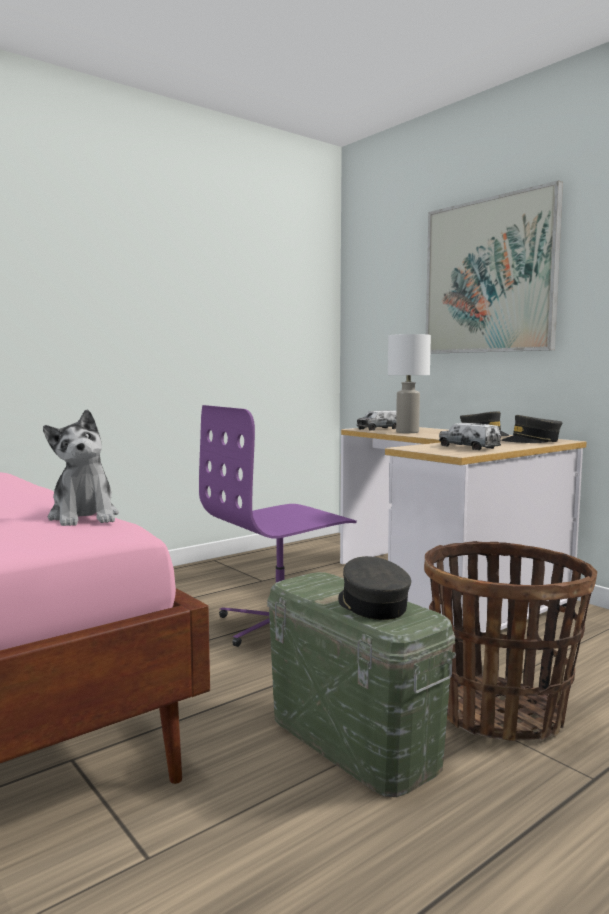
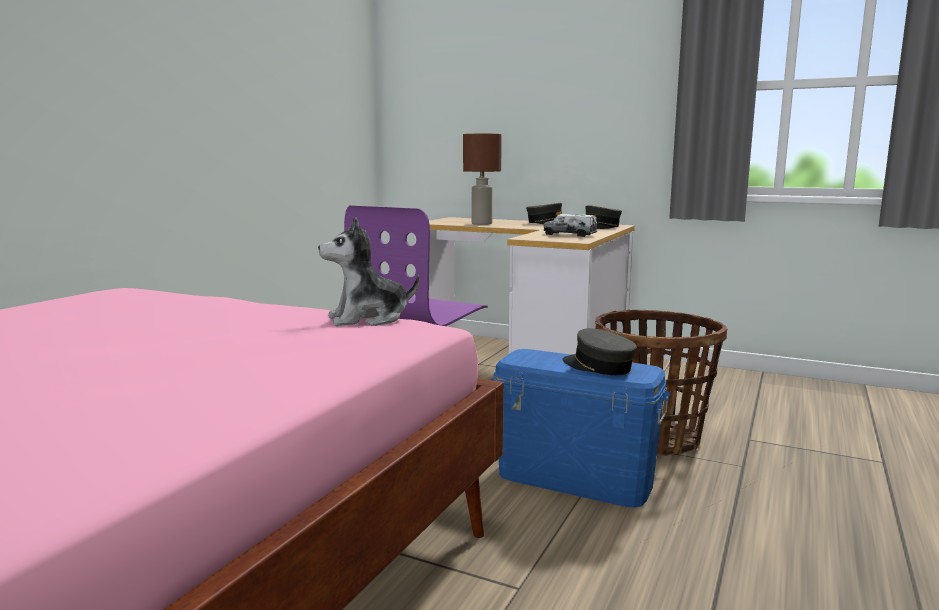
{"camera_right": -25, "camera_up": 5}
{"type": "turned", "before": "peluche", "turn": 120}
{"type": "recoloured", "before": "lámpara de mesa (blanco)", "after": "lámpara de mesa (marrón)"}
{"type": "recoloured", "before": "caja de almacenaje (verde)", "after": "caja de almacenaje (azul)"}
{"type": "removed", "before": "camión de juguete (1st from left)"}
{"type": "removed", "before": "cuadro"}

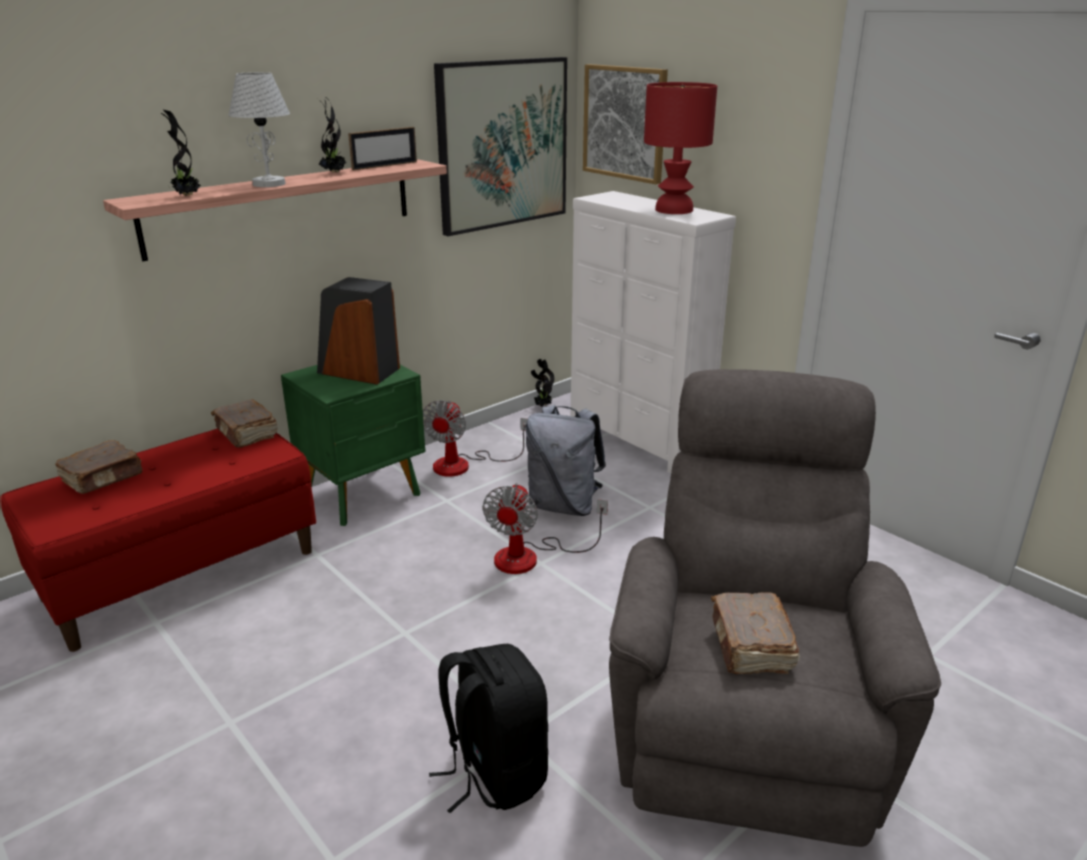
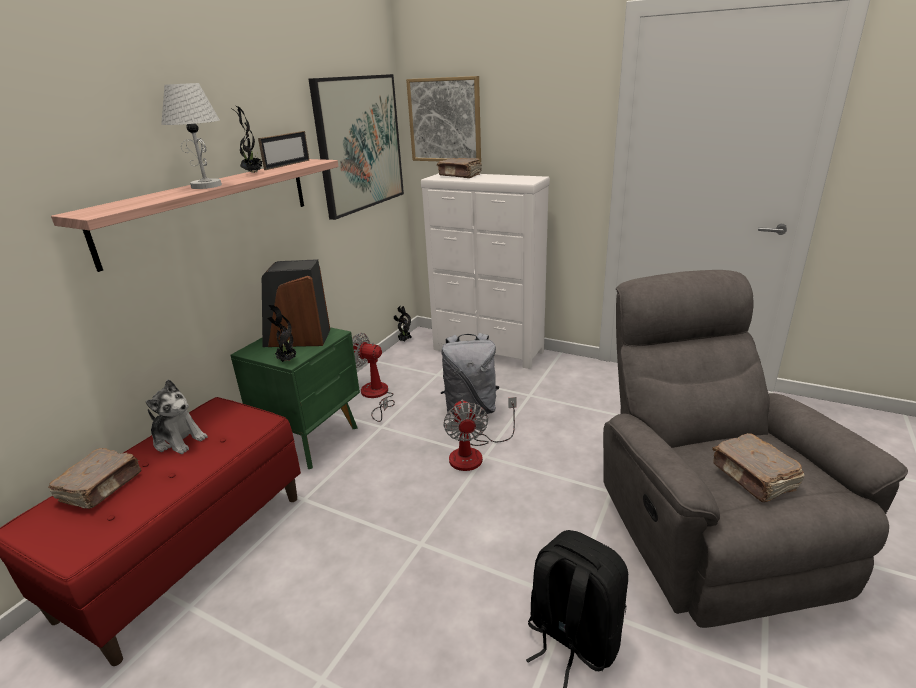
{"camera_right": -20, "camera_up": 0}
{"type": "added", "after": "peluche"}
{"type": "moved", "before": "planta en maceta (1st from left in the first image)", "after": "planta en maceta (2nd from left)"}
{"type": "turned", "before": "ventilador (1st from left)", "turn": 120}
{"type": "moved", "before": "libro (marrón) (2nd from left)"}
{"type": "removed", "before": "lámpara de mesa (rojo)"}

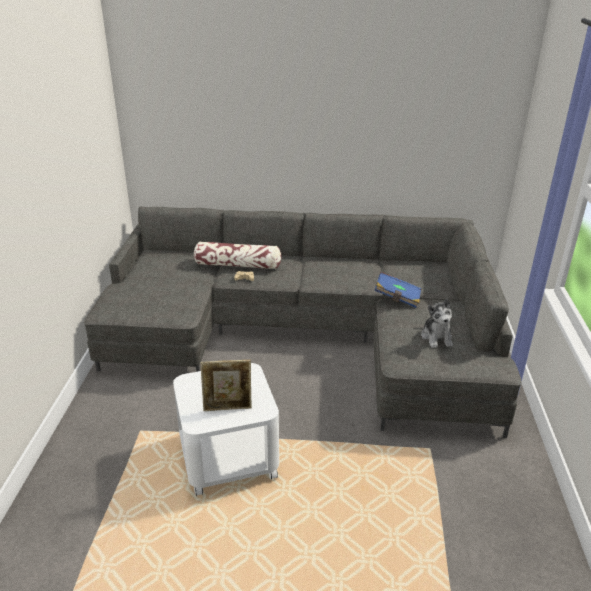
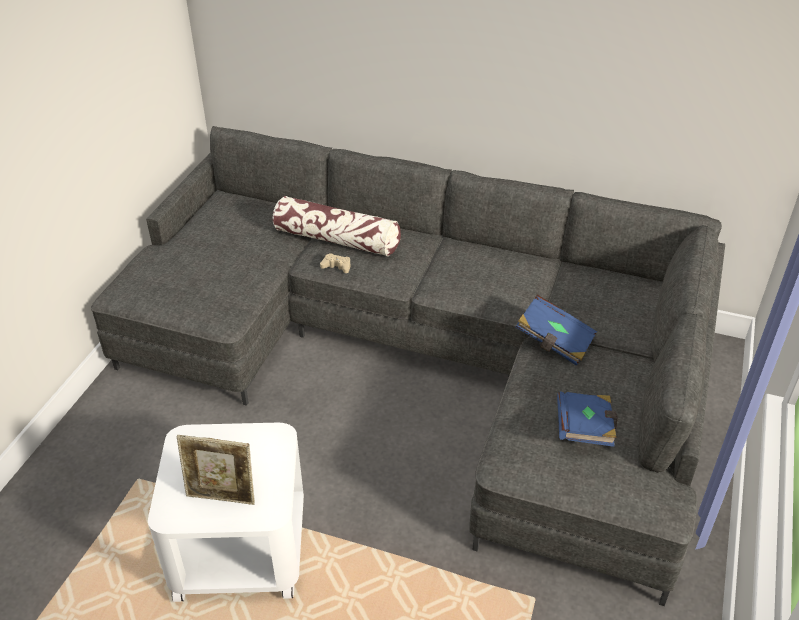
{"camera_right": 15, "camera_up": 10}
{"type": "replaced", "before": "peluche", "after": "libro (azul) (2nd from left)"}

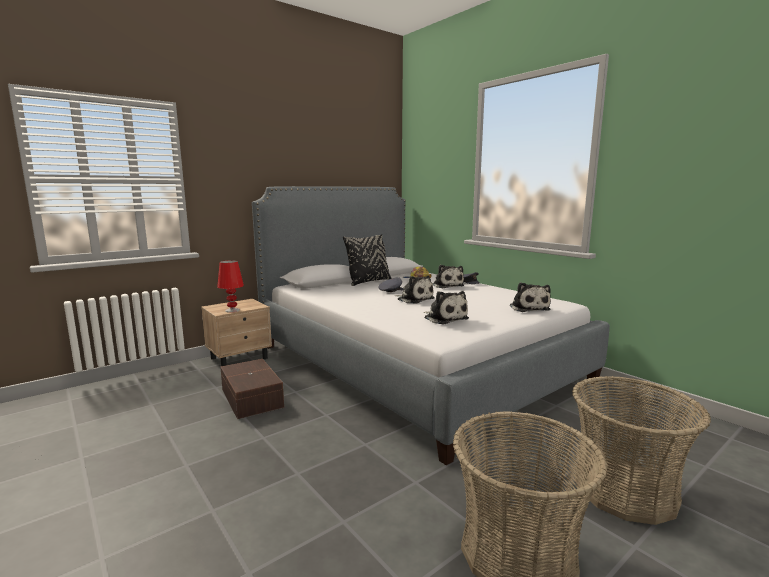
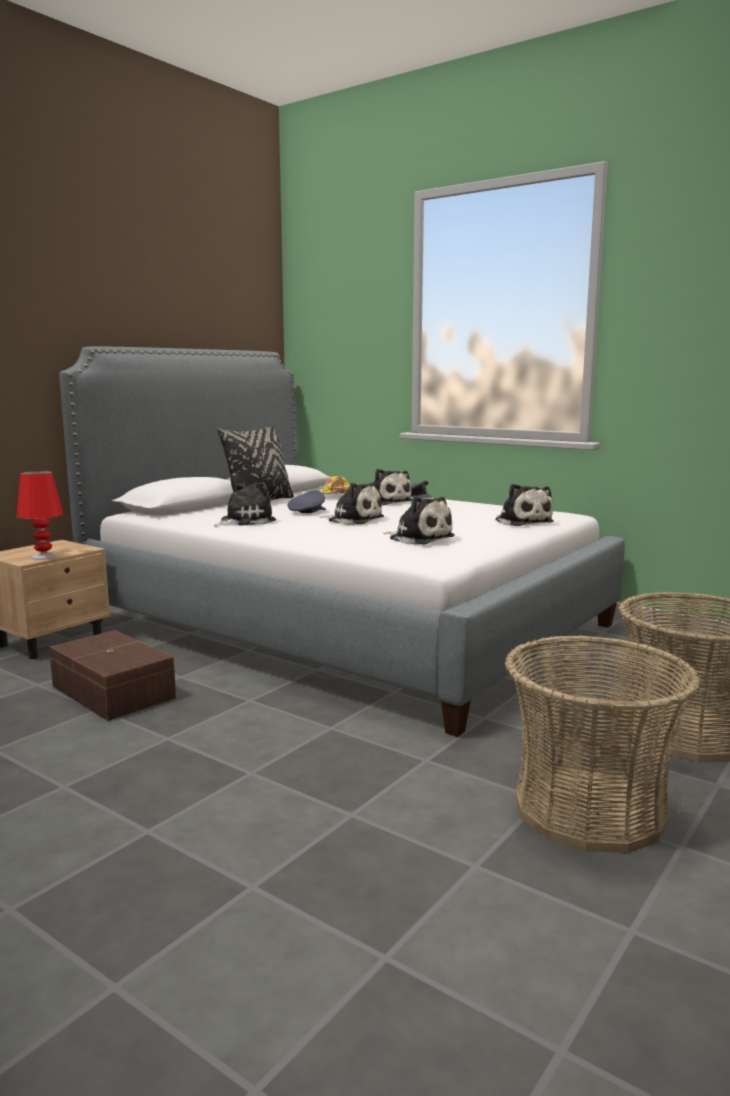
{"camera_right": -15, "camera_up": 0}
{"type": "added", "after": "peluche (1st from left)"}

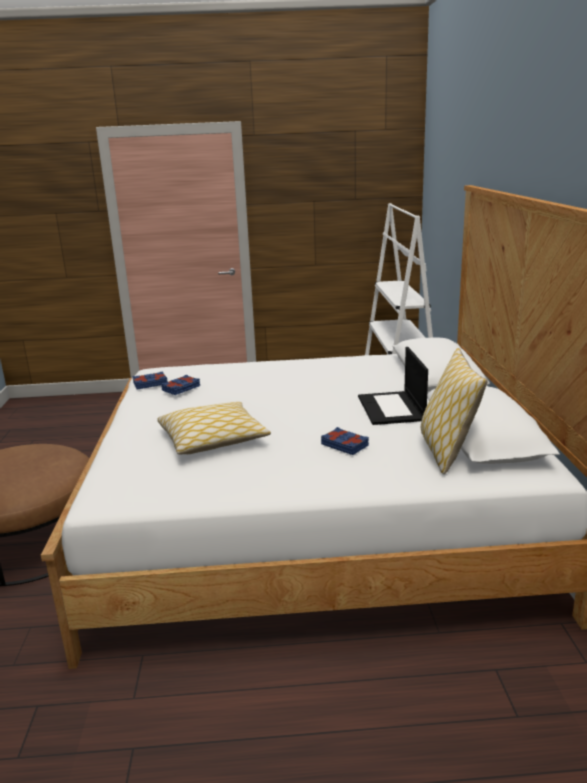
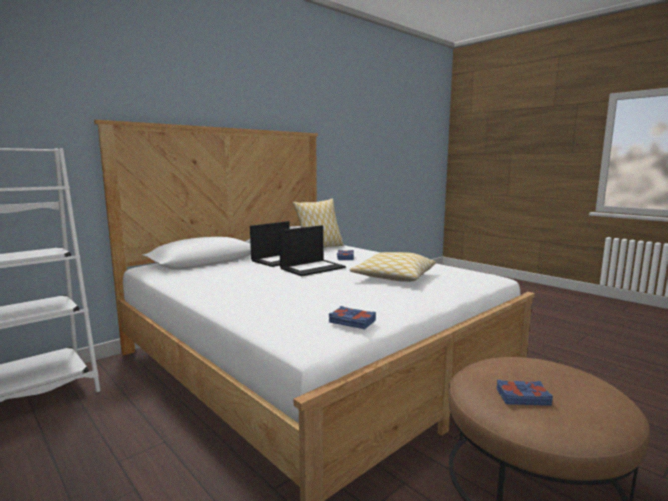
{"camera_right": -130, "camera_up": -10}
{"type": "added", "after": "portátil (2nd from left)"}
{"type": "moved", "before": "libro (azul) (2nd from left in the first image)", "after": "libro (azul) (3rd from left)"}

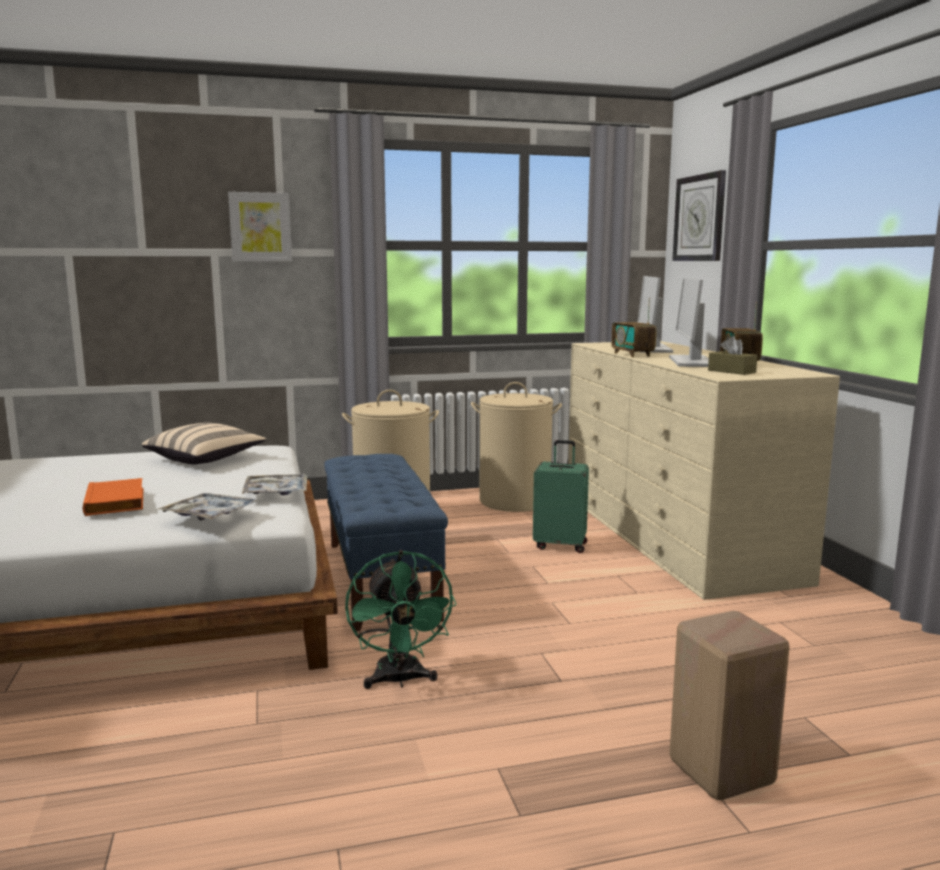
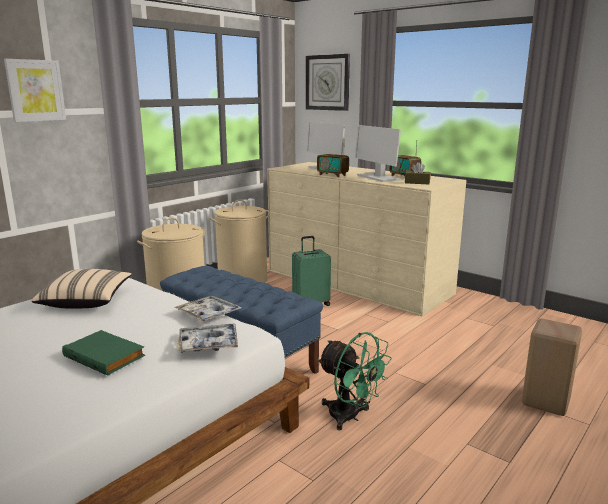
{"camera_right": -35, "camera_up": 5}
{"type": "recoloured", "before": "libro (naranja)", "after": "libro (verde)"}

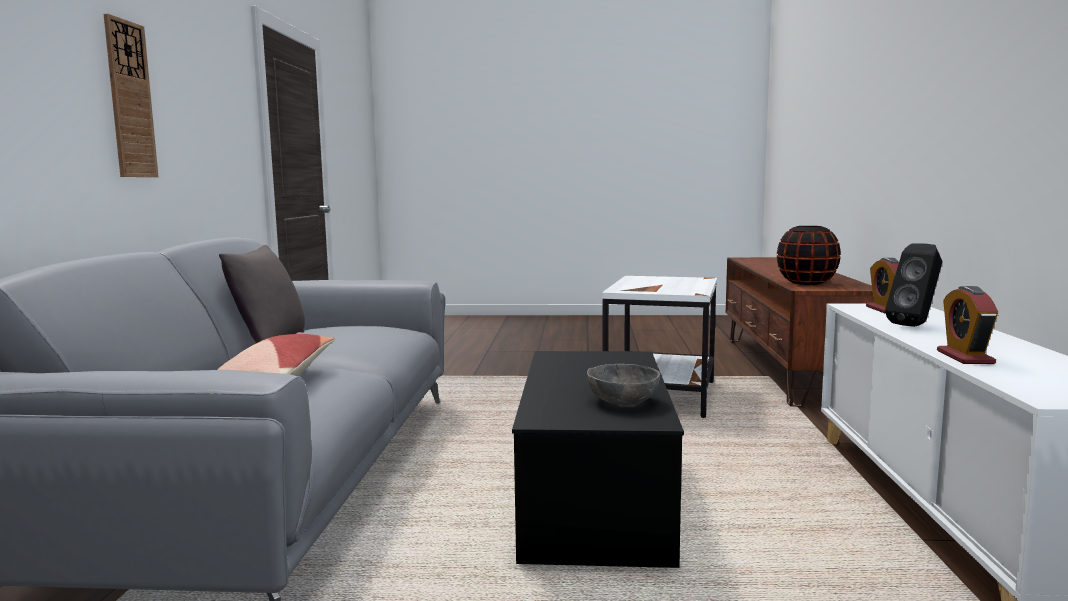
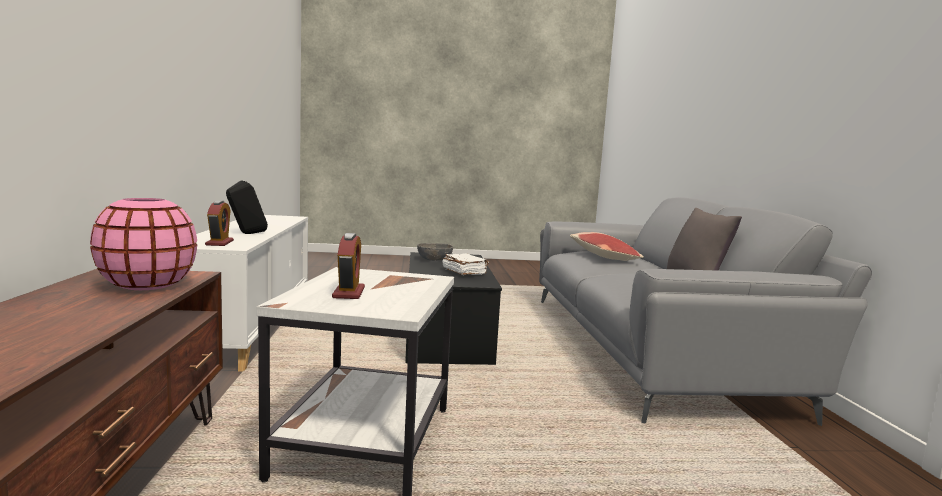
{"camera_right": 170, "camera_up": 0}
{"type": "recoloured", "before": "florero (negro)", "after": "florero (rosa)"}
{"type": "moved", "before": "despertador (2nd from left)"}
{"type": "added", "after": "libro (blanco)"}
{"type": "removed", "before": "reloj de pared"}

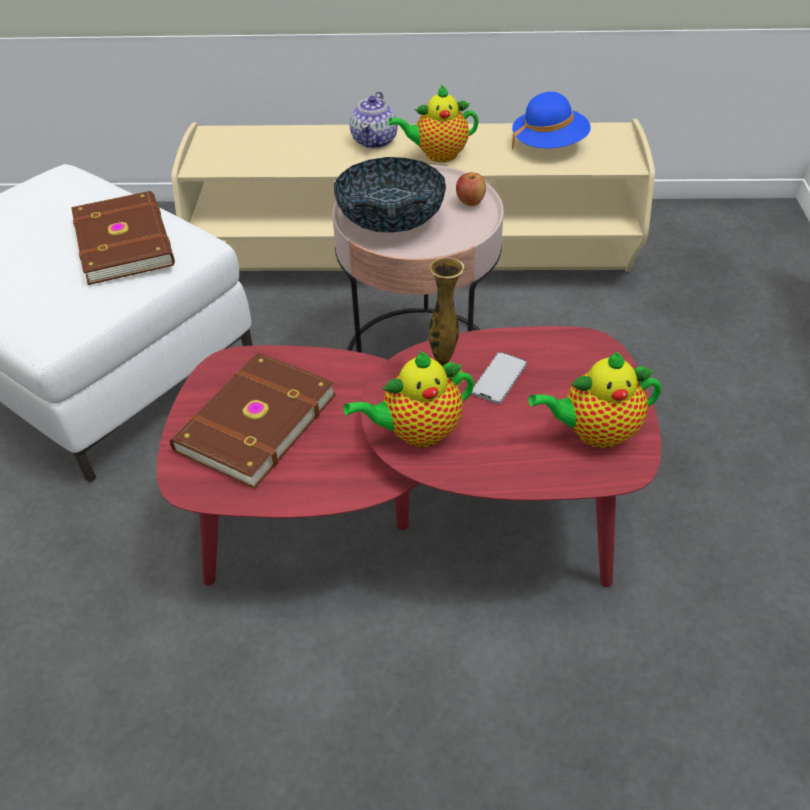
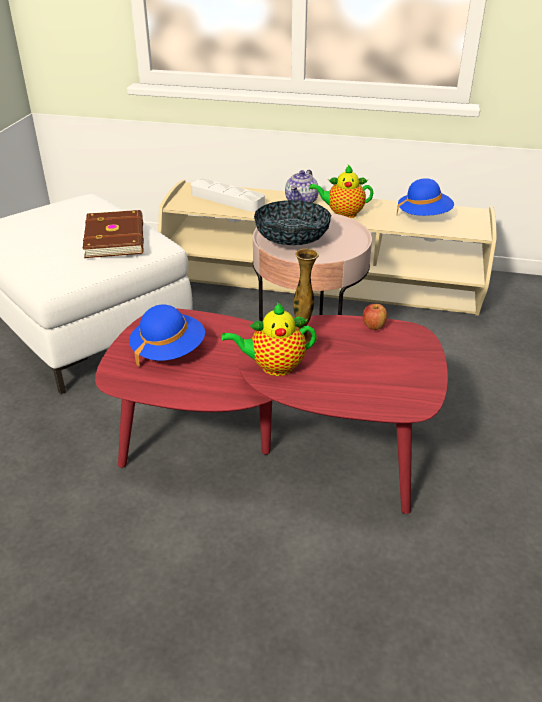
{"camera_right": 10, "camera_up": -10}
{"type": "replaced", "before": "libro (marrón) (2nd from left)", "after": "sombrero (azul) (1st from left)"}
{"type": "added", "after": "bandeja (blanco)"}
{"type": "moved", "before": "manzana"}
{"type": "removed", "before": "móvil"}
{"type": "removed", "before": "tetera (4th from left)"}

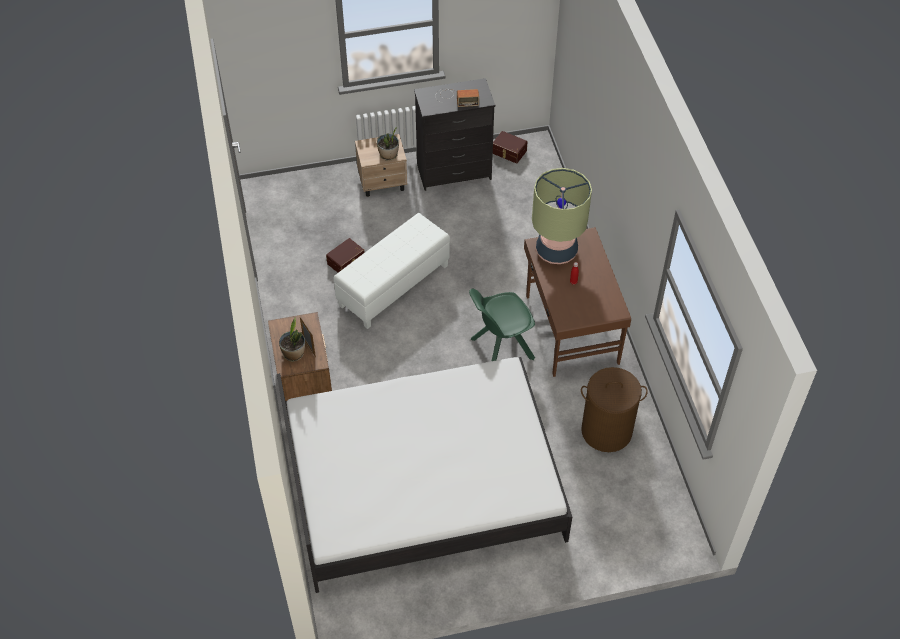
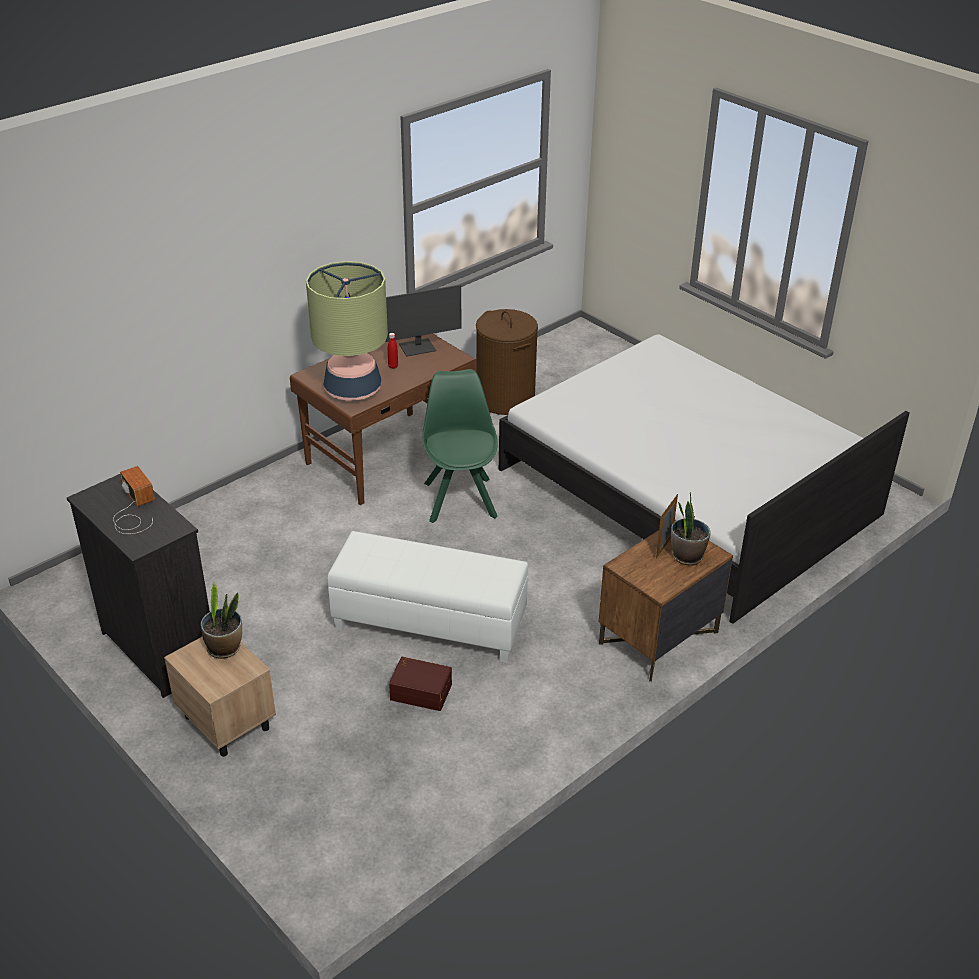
{"camera_right": -120, "camera_up": -15}
{"type": "added", "after": "monitor"}
{"type": "turned", "before": "silla (verde)", "turn": -135}
{"type": "removed", "before": "caja de almacenaje (marrón) (2nd from left)"}

